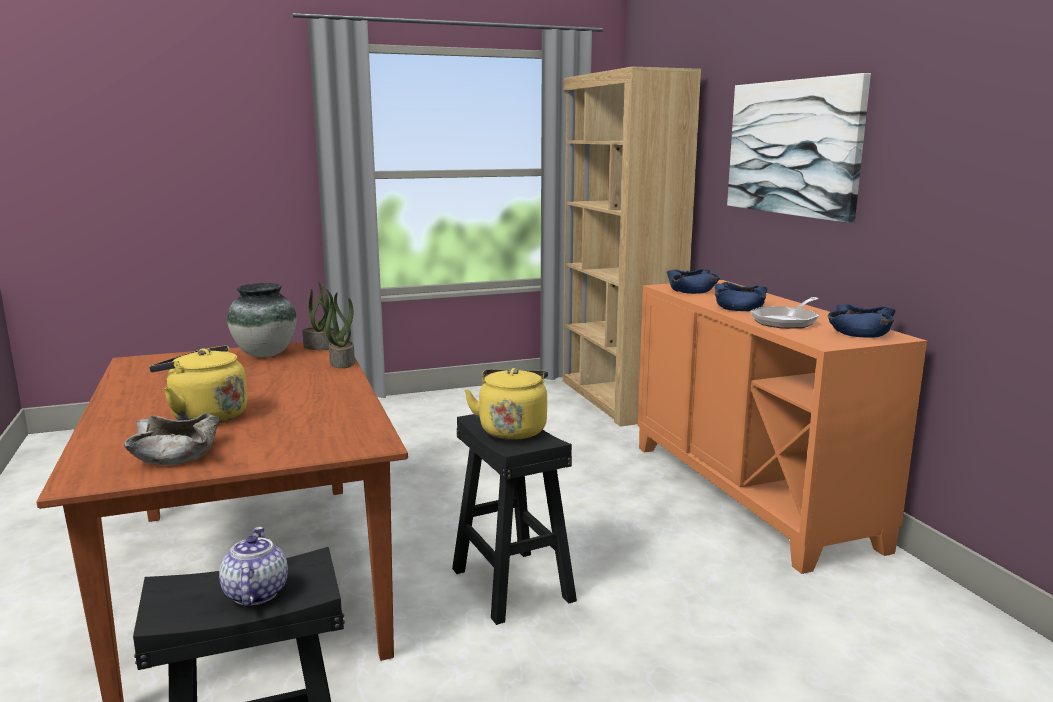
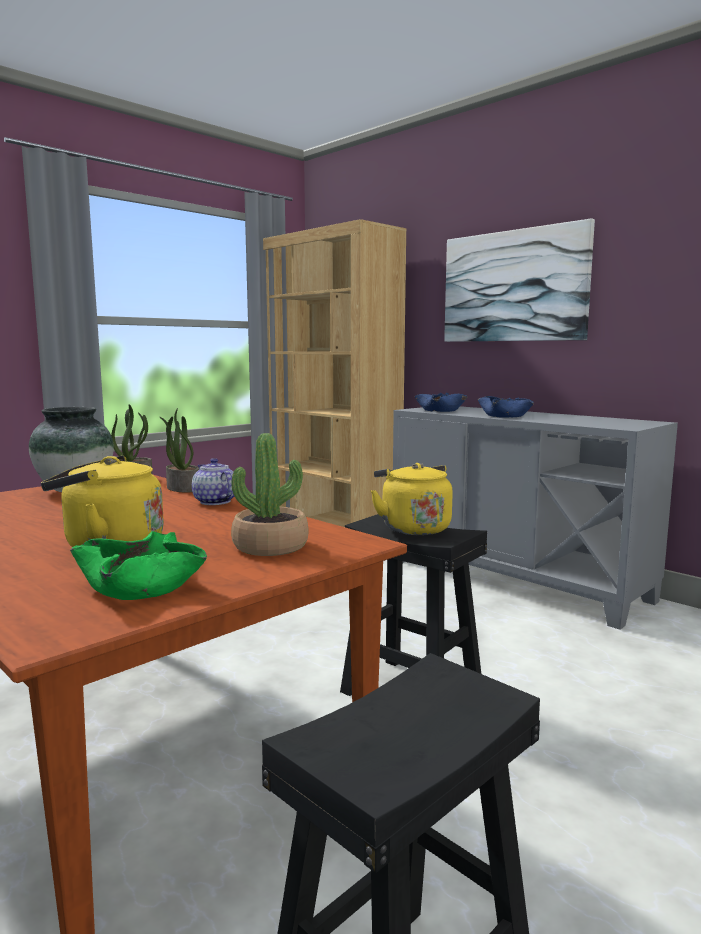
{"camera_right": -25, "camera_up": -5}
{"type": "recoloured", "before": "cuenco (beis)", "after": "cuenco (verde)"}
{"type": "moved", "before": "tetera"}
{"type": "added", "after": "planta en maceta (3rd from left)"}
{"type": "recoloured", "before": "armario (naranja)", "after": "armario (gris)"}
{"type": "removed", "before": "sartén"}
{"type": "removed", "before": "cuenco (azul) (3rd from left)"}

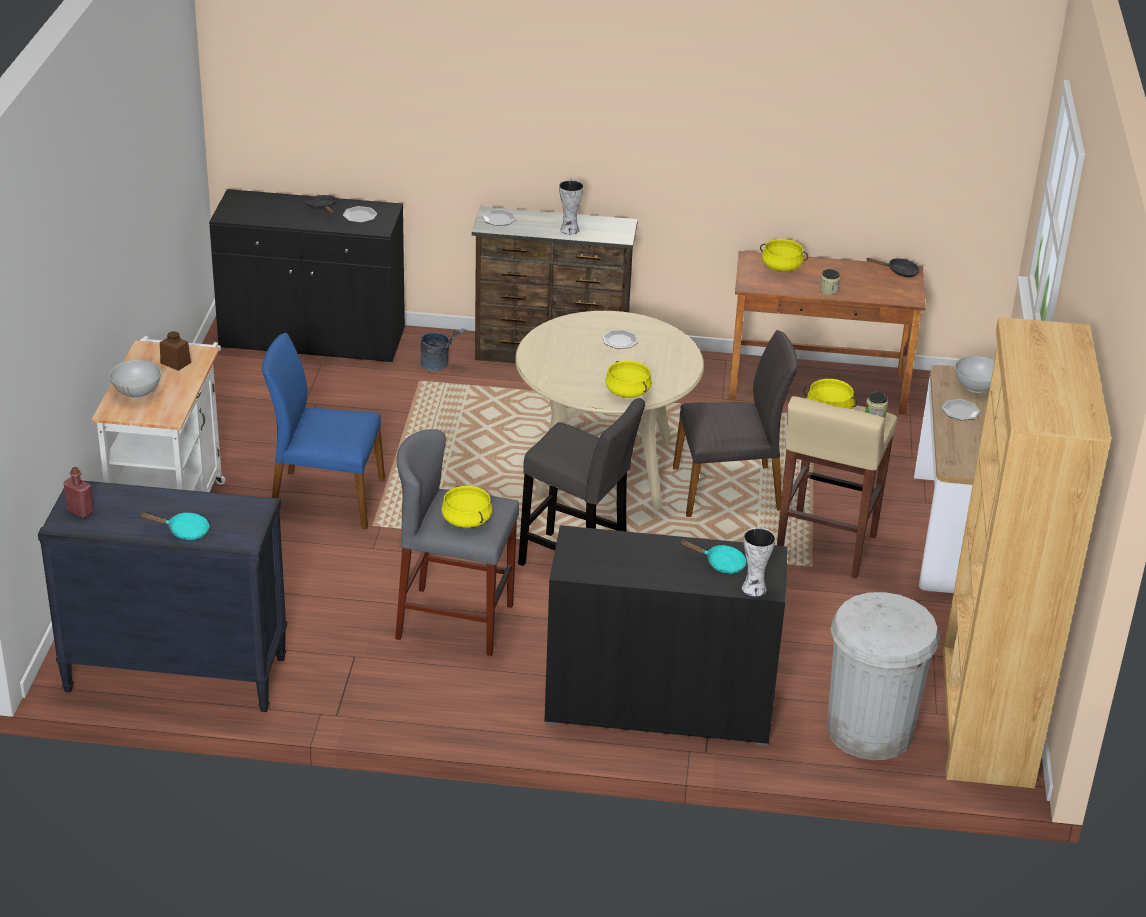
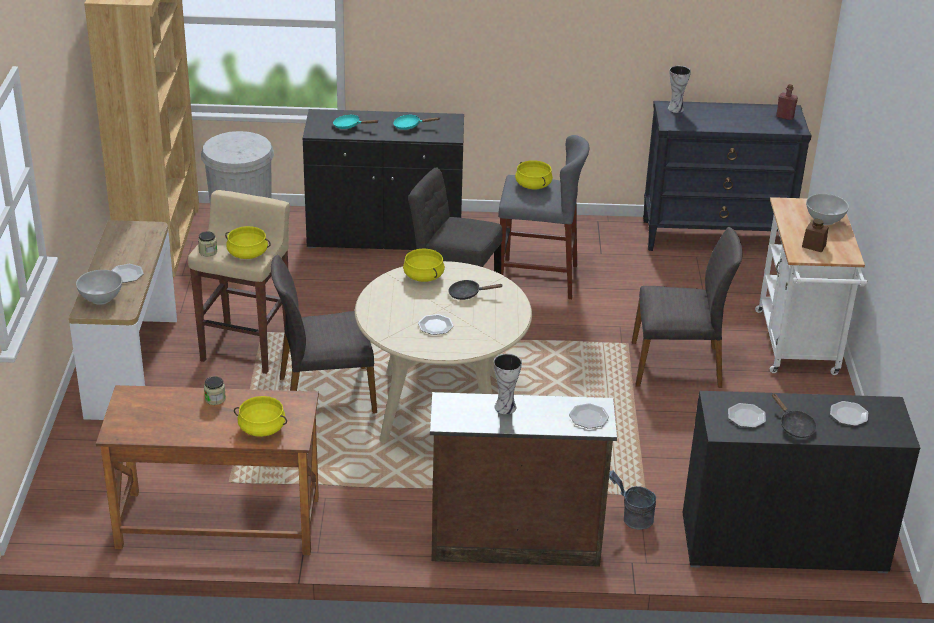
{"camera_right": 175, "camera_up": 0}
{"type": "moved", "before": "sartén (turquesa) (1st from left in the first image)", "after": "sartén (turquesa) (2nd from left)"}
{"type": "moved", "before": "sartén (negro) (2nd from left in the first image)", "after": "sartén (negro) (1st from left)"}
{"type": "recoloured", "before": "silla (azul)", "after": "silla (gris) (2nd from left)"}
{"type": "moved", "before": "florero (2nd from left)"}
{"type": "added", "after": "plato (5th from left)"}

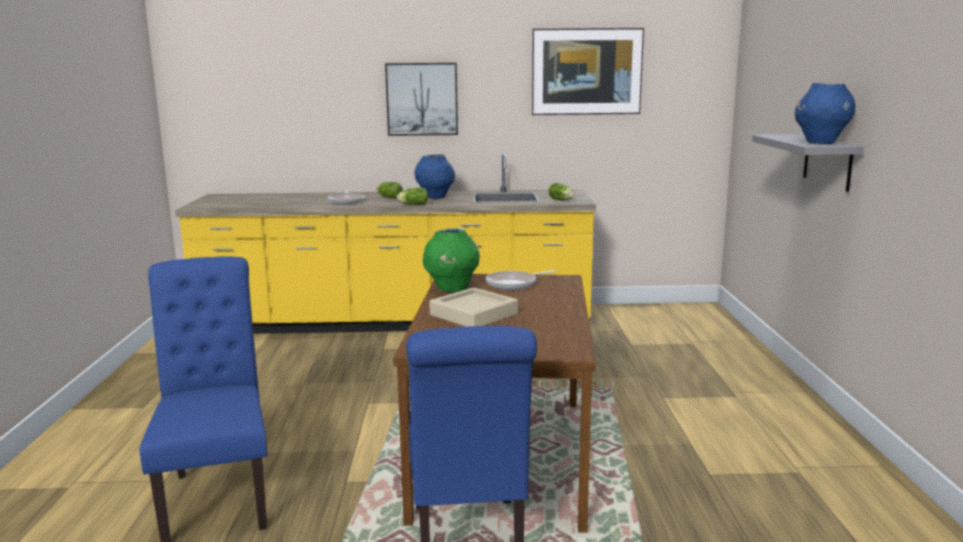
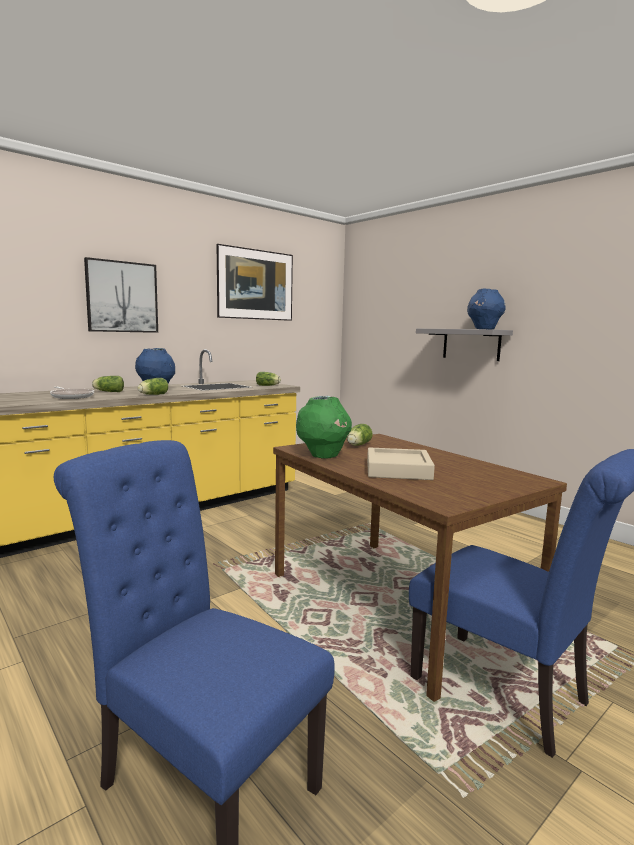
{"camera_right": -40, "camera_up": -5}
{"type": "replaced", "before": "sartén (2nd from left)", "after": "lechuga (4th from left)"}

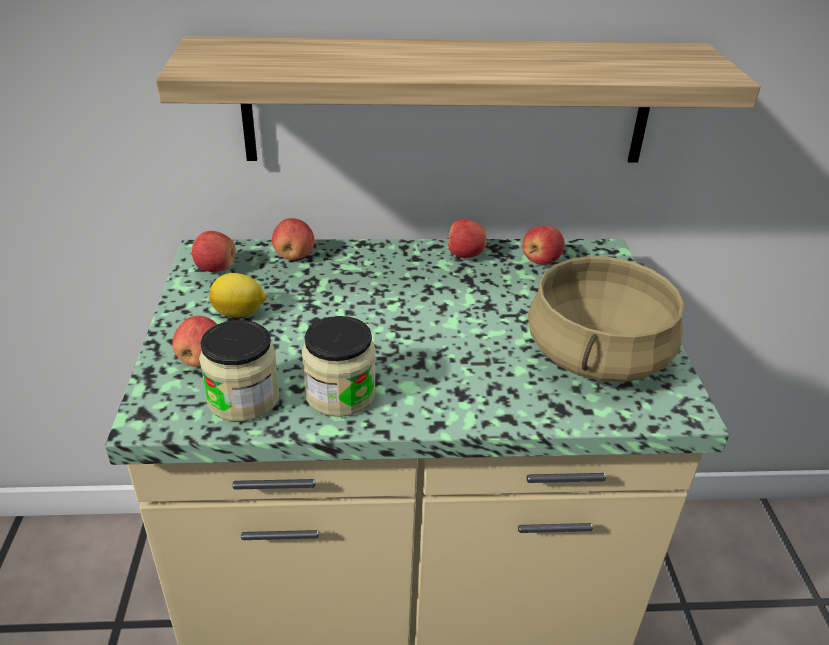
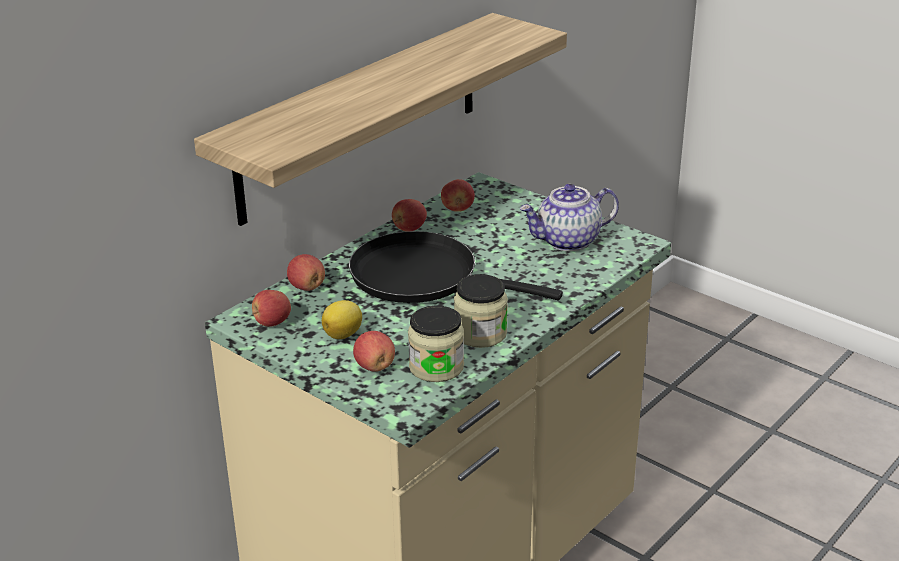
{"camera_right": -45, "camera_up": -5}
{"type": "added", "after": "sartén (negro)"}
{"type": "replaced", "before": "olla (beis)", "after": "tetera"}

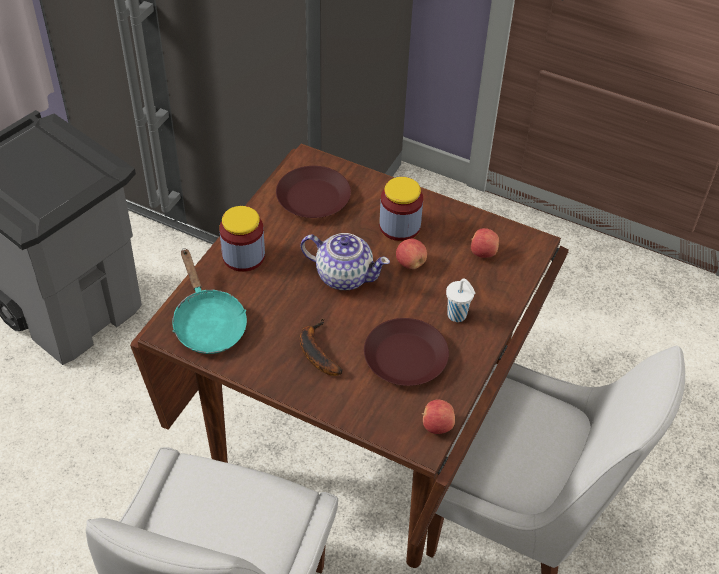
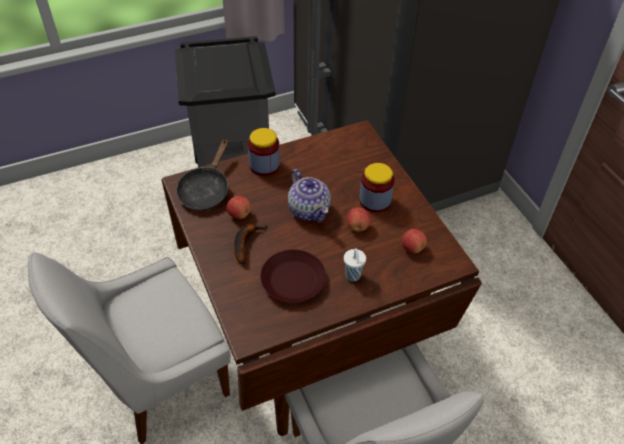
{"camera_right": 40, "camera_up": 0}
{"type": "recoloured", "before": "sartén (turquesa)", "after": "sartén (negro)"}
{"type": "moved", "before": "manzana (2nd from left in the first image)", "after": "manzana (1st from left)"}
{"type": "removed", "before": "plato (marrón) (1st from left)"}

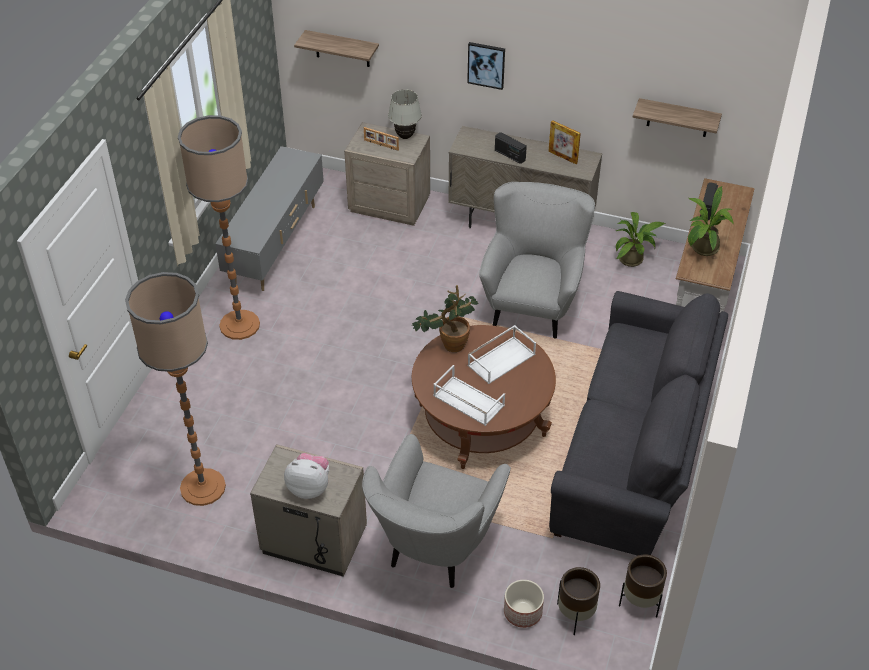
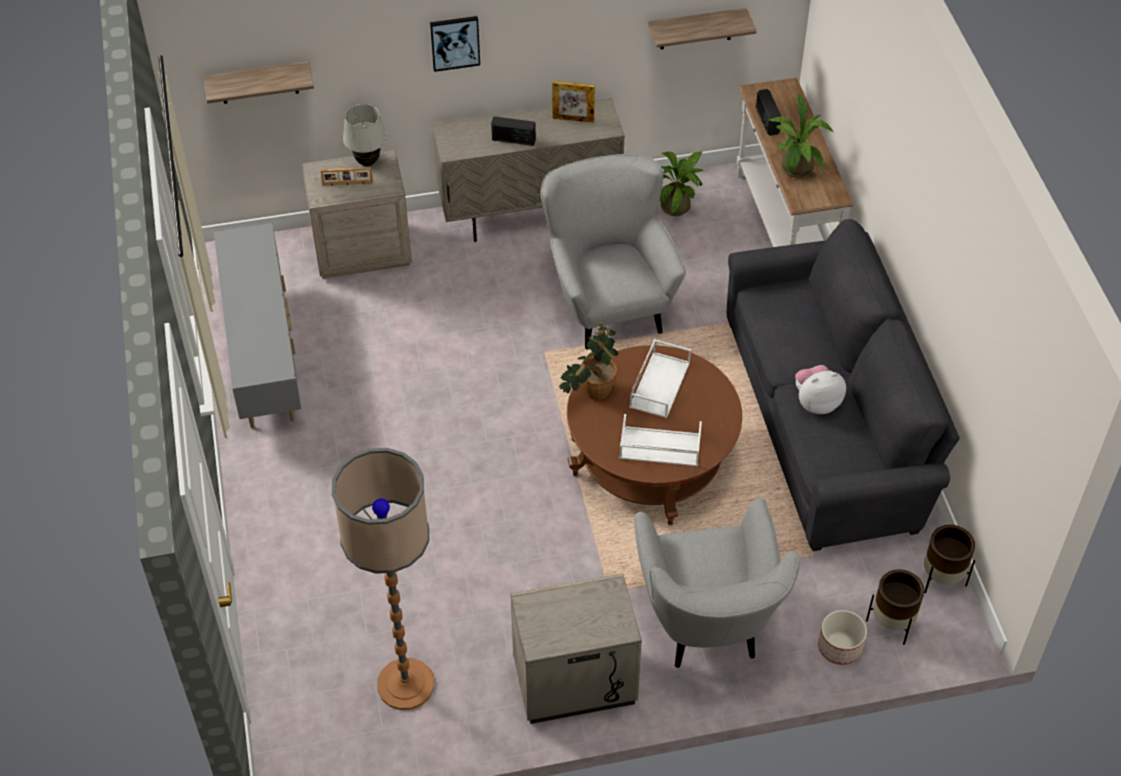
{"camera_right": -30, "camera_up": 5}
{"type": "moved", "before": "peluche"}
{"type": "removed", "before": "lámpara de pie (2nd from left)"}

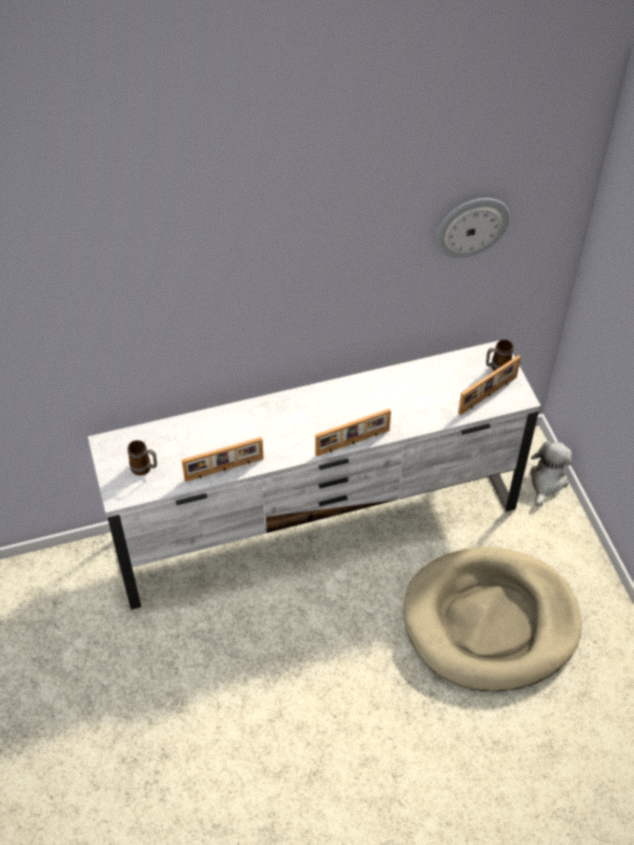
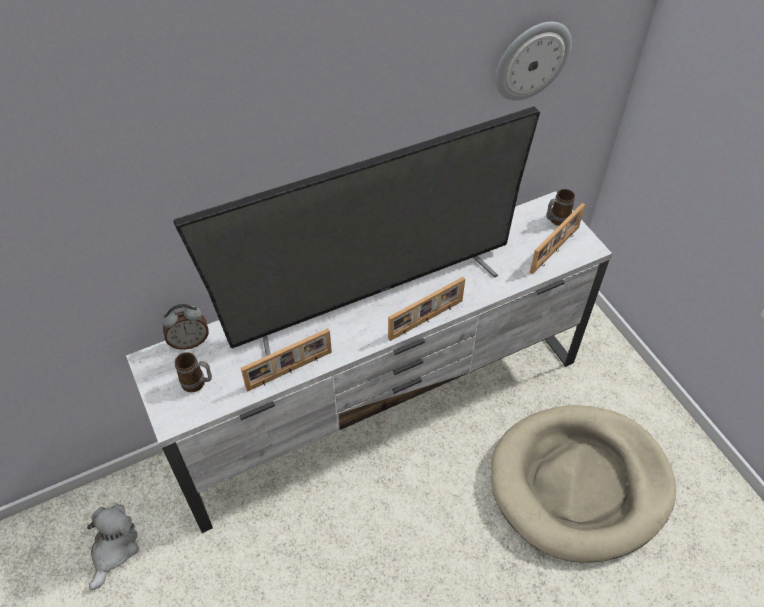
{"camera_right": -10, "camera_up": 0}
{"type": "moved", "before": "peluche"}
{"type": "added", "after": "despertador"}
{"type": "added", "after": "televisor"}

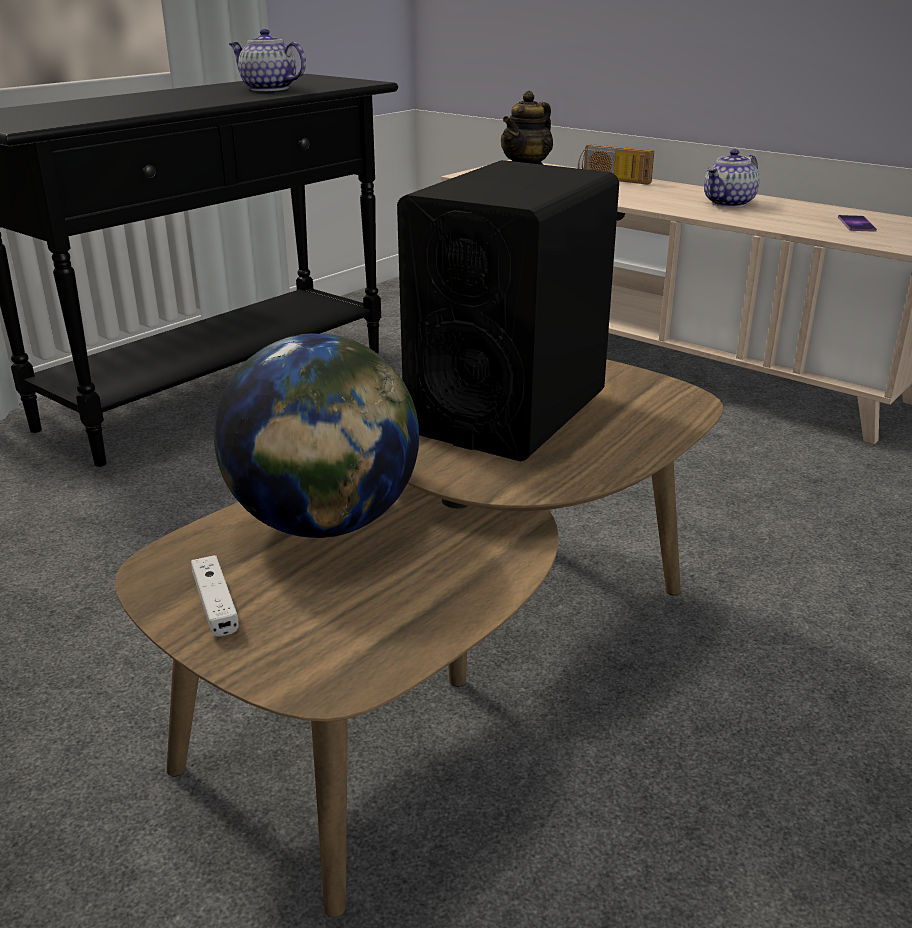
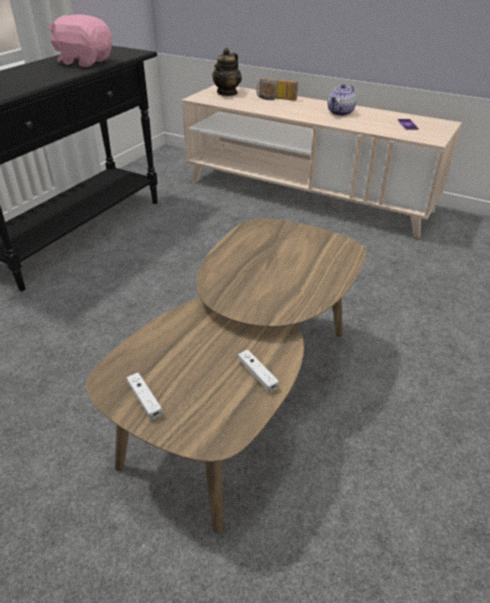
{"camera_right": -10, "camera_up": 10}
{"type": "replaced", "before": "tetera (1st from left)", "after": "peluche (rosa)"}
{"type": "added", "after": "mando de consola (blanco) (2nd from left)"}
{"type": "removed", "before": "globo terráqueo"}
{"type": "removed", "before": "altavoz (negro)"}

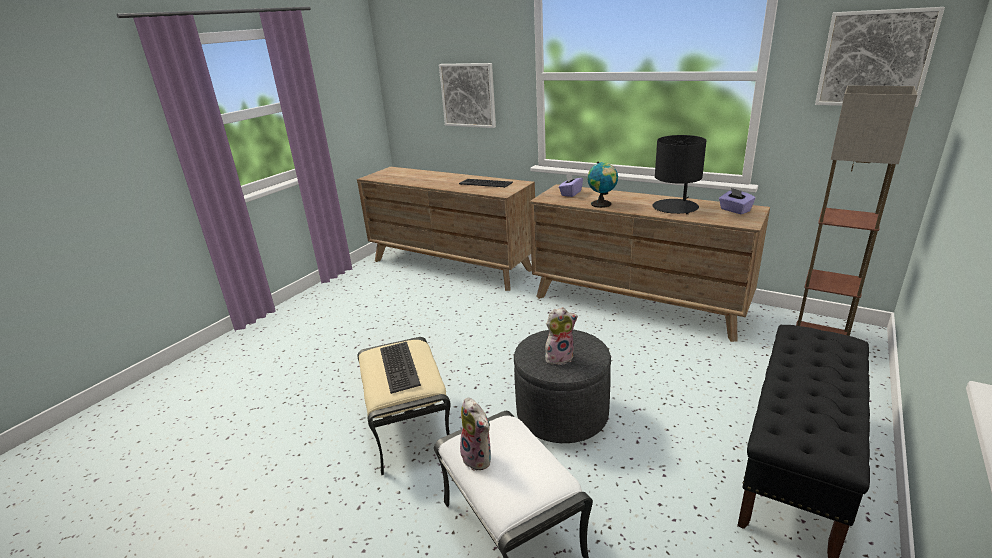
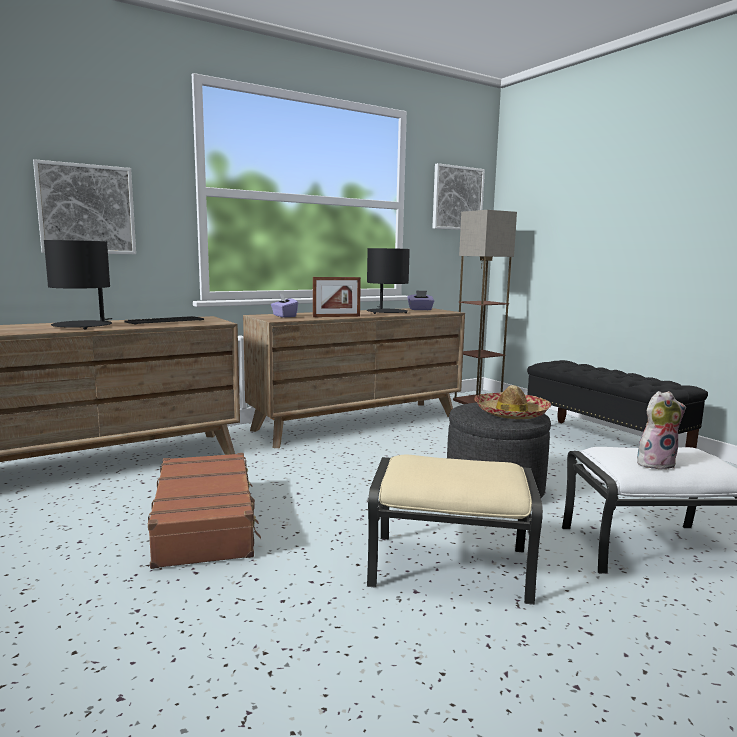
{"camera_right": -65, "camera_up": -15}
{"type": "added", "after": "lámpara de mesa (negro) (1st from left)"}
{"type": "added", "after": "maleta (marrón)"}
{"type": "replaced", "before": "globo terráqueo", "after": "portarretratos"}
{"type": "replaced", "before": "peluche (2nd from left)", "after": "sombrero"}
{"type": "removed", "before": "teclado (1st from left)"}

